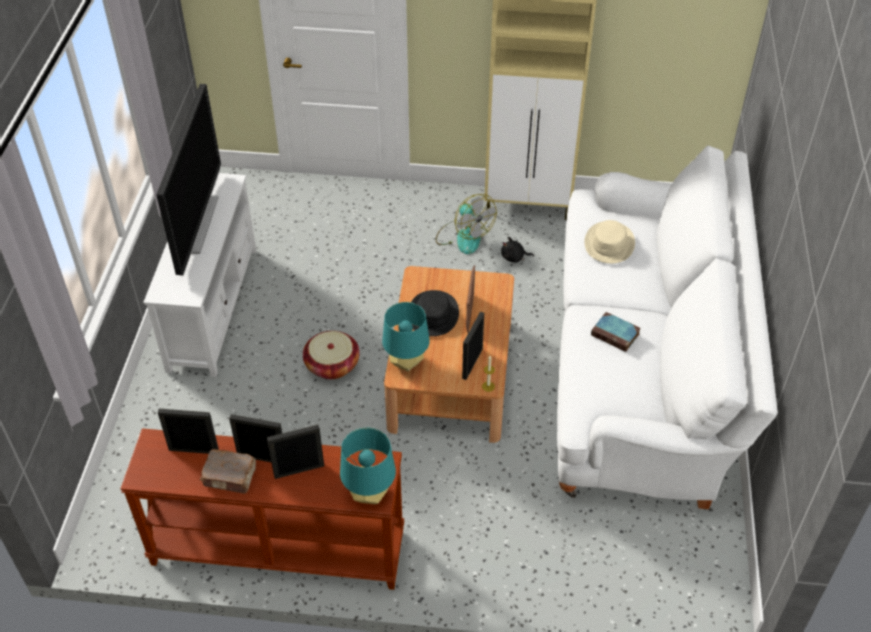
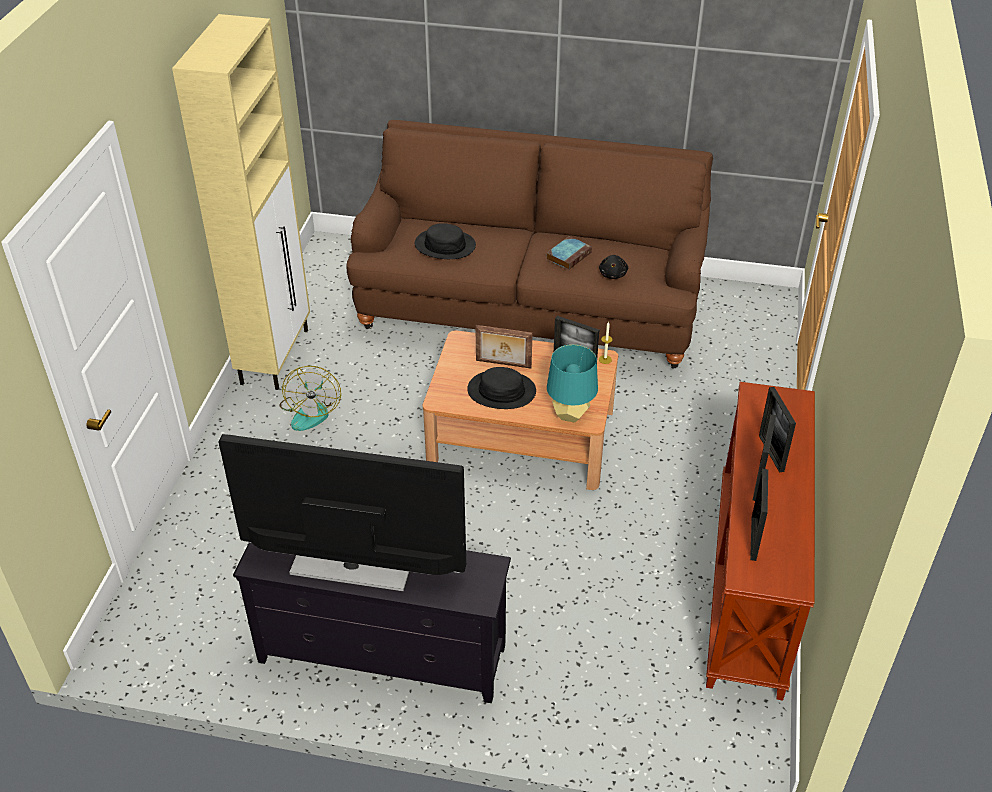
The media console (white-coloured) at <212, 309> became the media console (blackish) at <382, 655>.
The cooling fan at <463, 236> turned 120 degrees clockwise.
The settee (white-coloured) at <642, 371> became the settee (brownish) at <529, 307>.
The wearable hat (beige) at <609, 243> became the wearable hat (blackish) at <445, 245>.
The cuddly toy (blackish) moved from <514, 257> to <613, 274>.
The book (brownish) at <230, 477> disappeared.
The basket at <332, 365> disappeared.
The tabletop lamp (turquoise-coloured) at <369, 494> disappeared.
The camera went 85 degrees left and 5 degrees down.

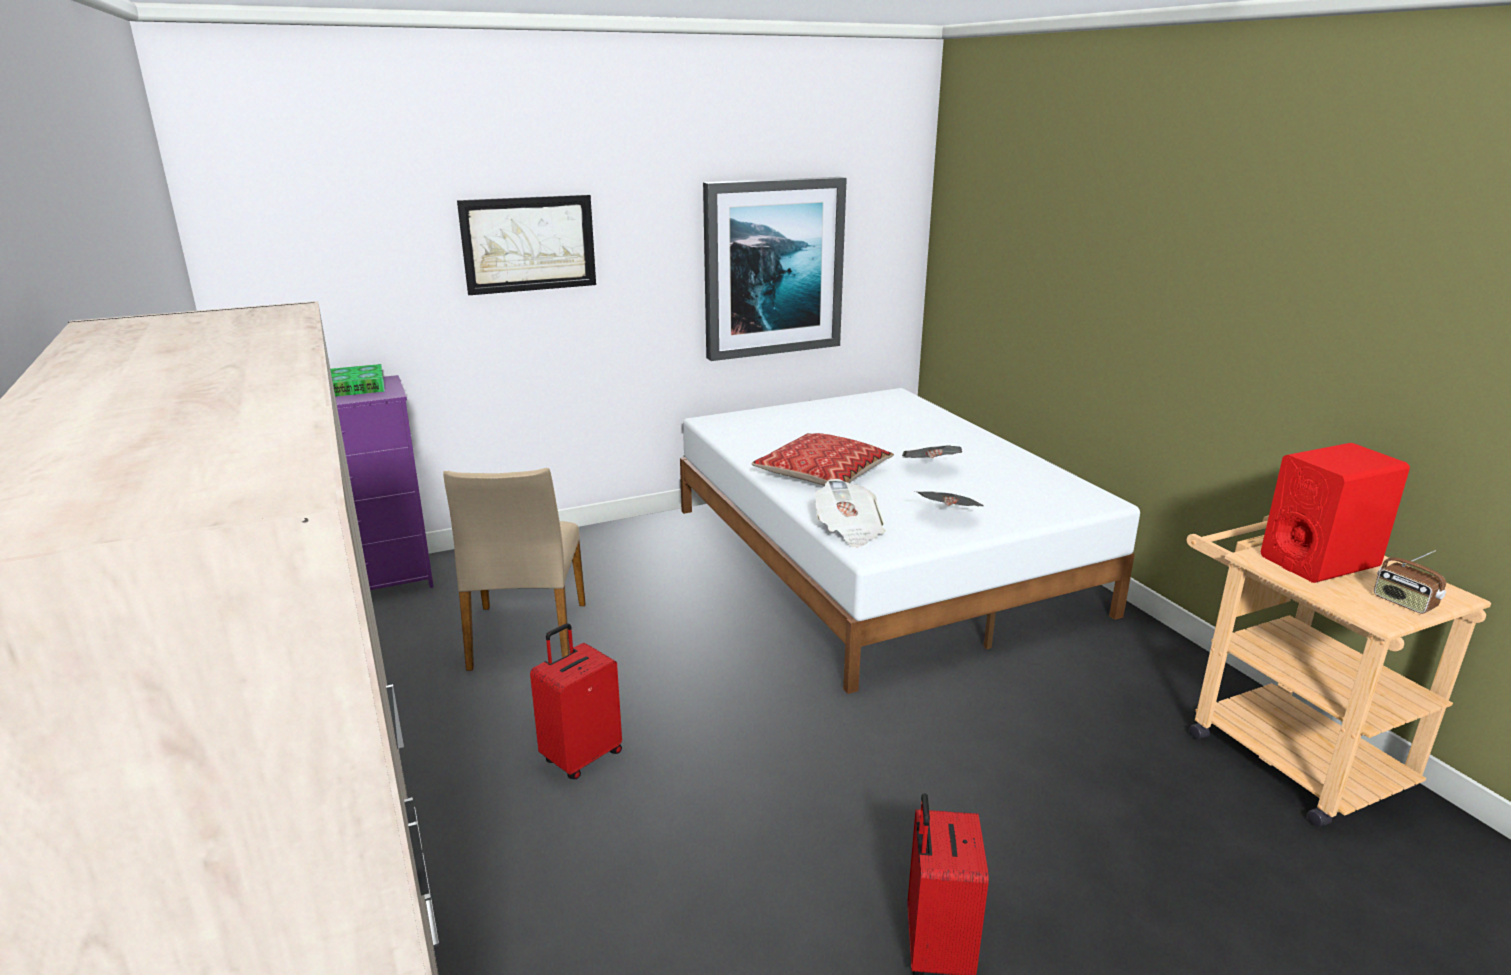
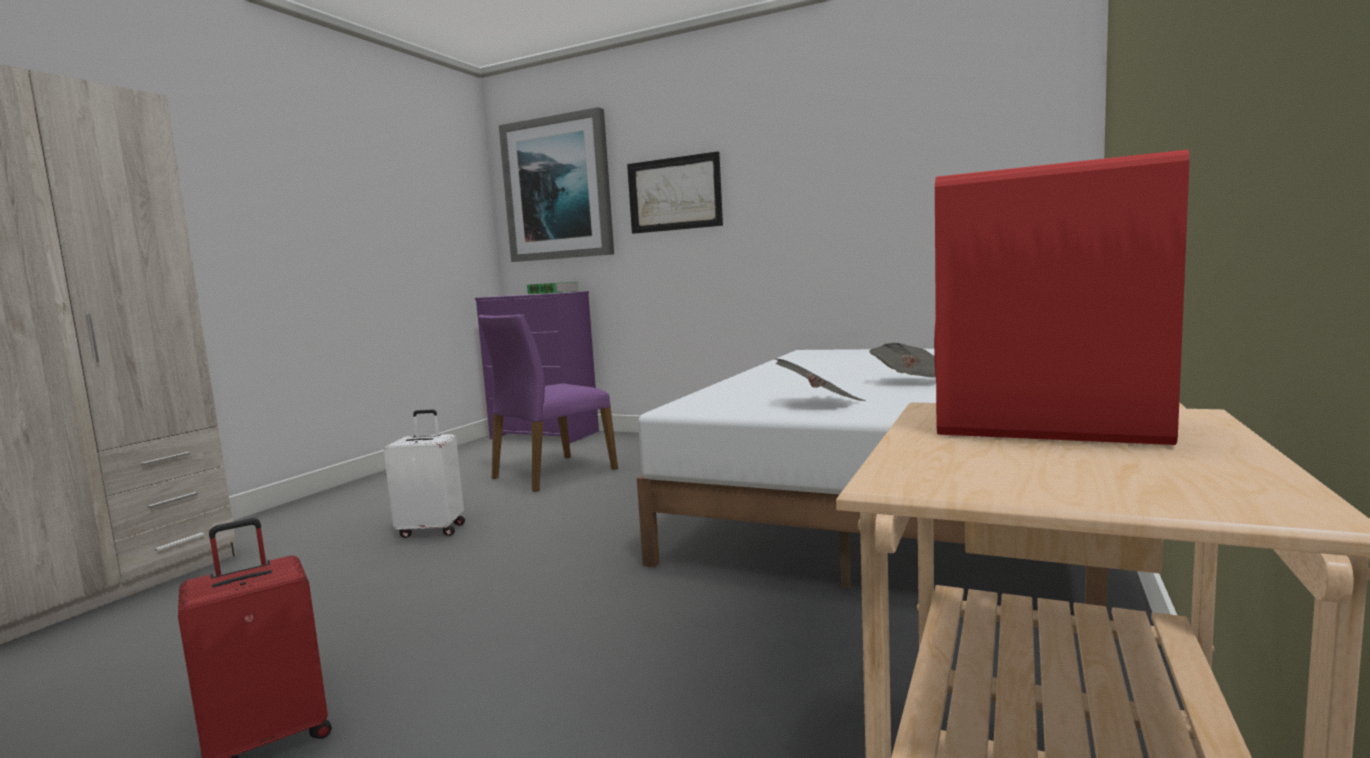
The piece of luggage (red-coloured) at <581, 756> became the piece of luggage (white-coloured) at <432, 530>.
The upright chair (beige) at <526, 636> became the upright chair (purple) at <552, 473>.
The wall picture moved from <772, 267> to <558, 189>.
The throw pillow at <823, 474> disappeared.
The newspaper at <849, 531> disappeared.
The radio at <1403, 603> disappeared.
The camera went 50 degrees right and 15 degrees down.

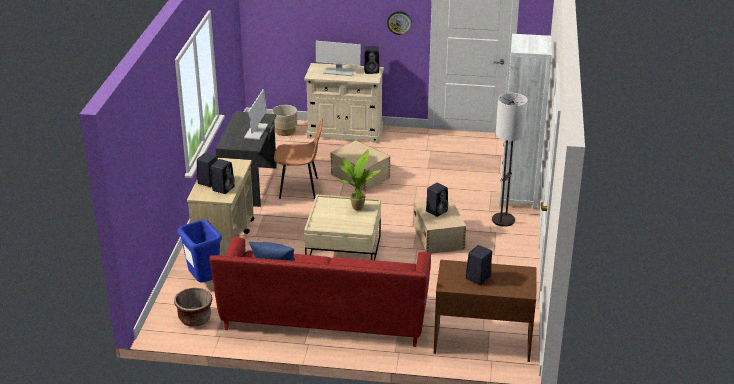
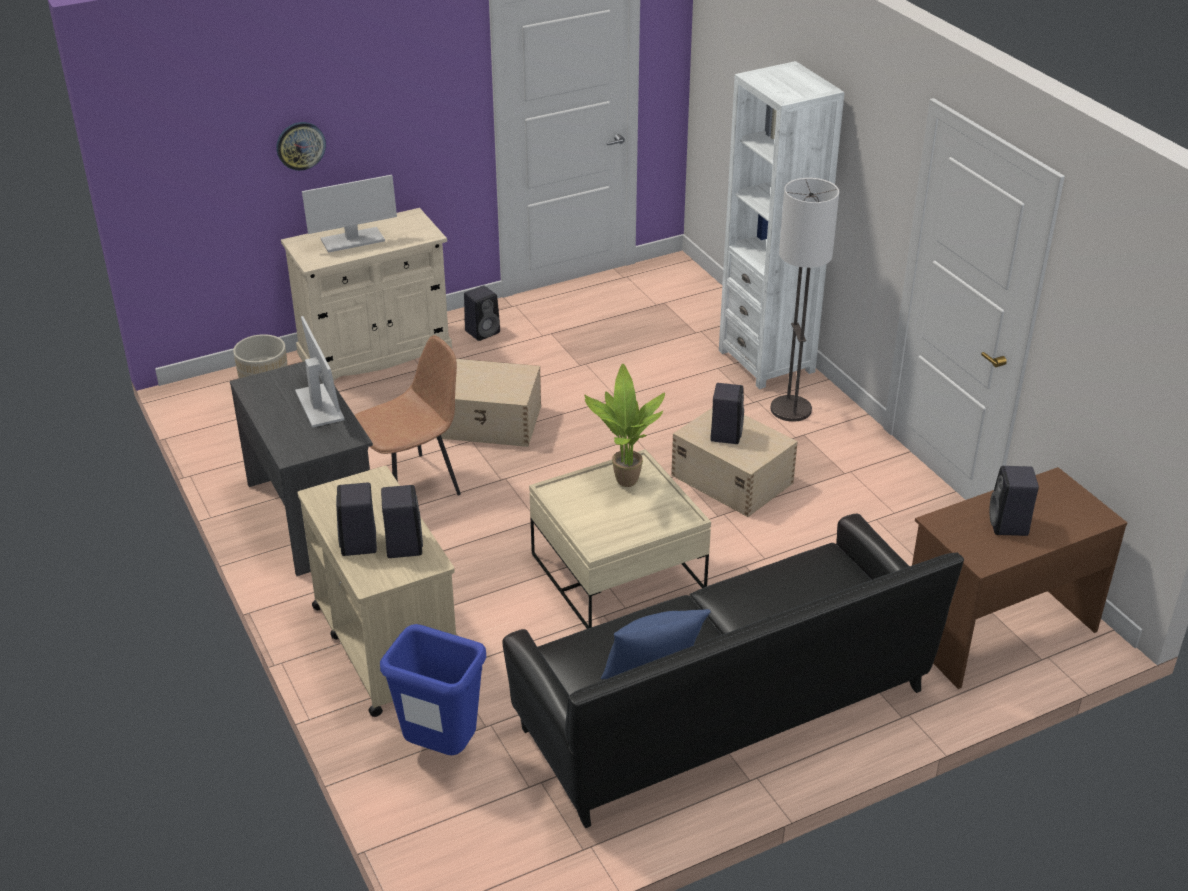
The hanging clock moved from <399, 22> to <300, 145>.
The audio speaker (blackish) moved from <372, 70> to <483, 331>.
The settee (red-coloured) at <325, 317> became the settee (blackish) at <724, 710>.
The flower pot (brownish) at <195, 318> disappeared.
The camera went 35 degrees left and 5 degrees up.

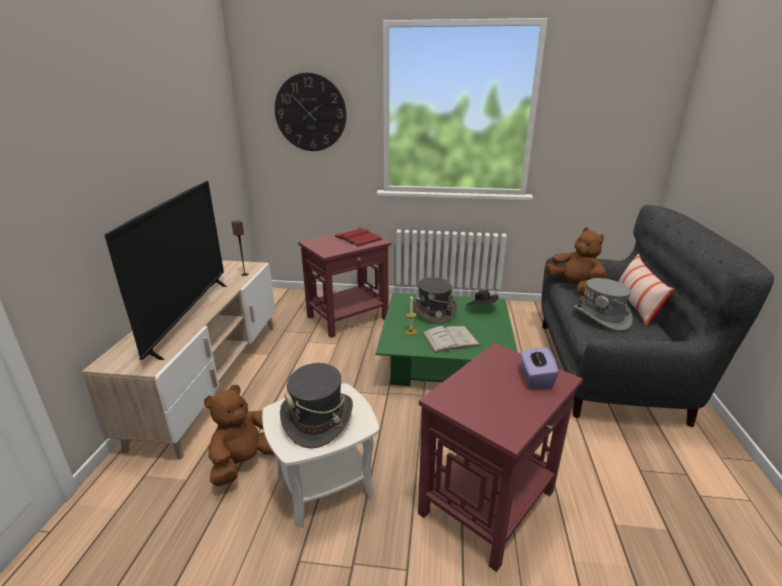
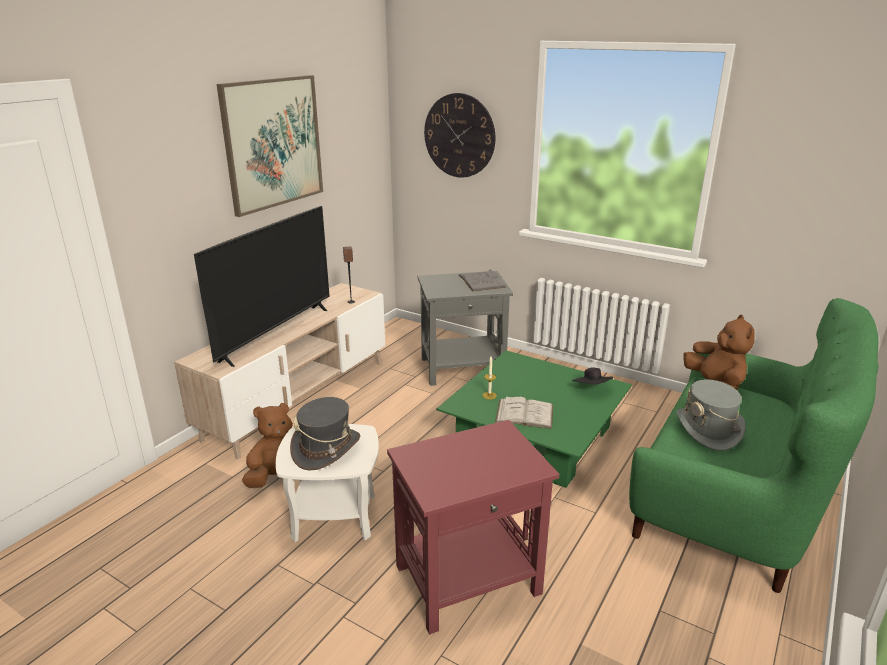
The wall picture at <273, 143> appeared.
The accent table (red-coloured) at <348, 317> became the accent table (grey) at <462, 368>.
The book (red-coloured) at <358, 238> became the book (grey) at <481, 281>.
The settee (grey) at <612, 369> became the settee (green) at <733, 502>.
The wearable hat (grey) at <433, 312> disappeared.
The tissue box (purple) at <535, 378> disappeared.
The throw pillow at <636, 306> disappeared.
The camera went 25 degrees right and 0 degrees up.

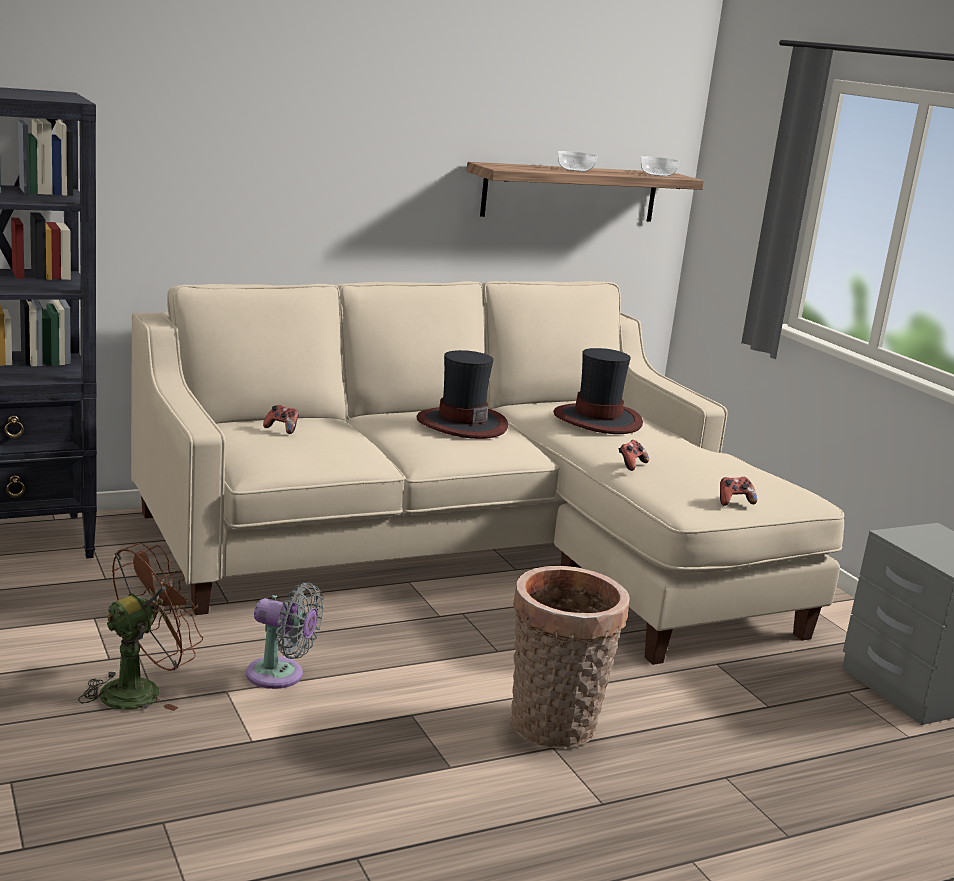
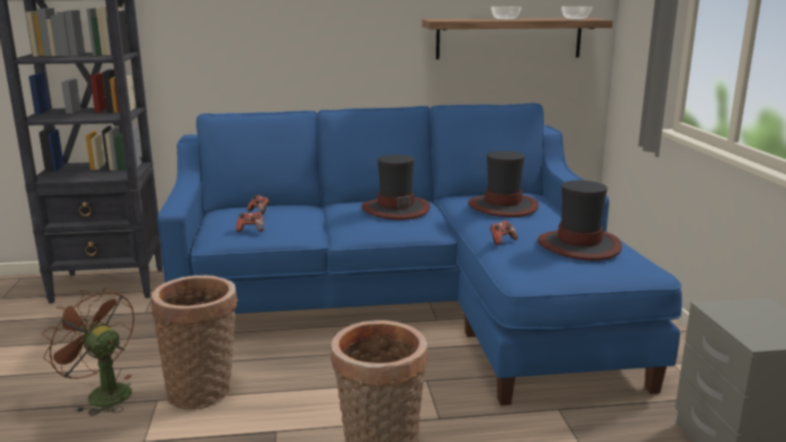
The cooling fan (brownish) at <141, 690> turned 120 degrees counterclockwise.
The cooling fan (grey) at <280, 676> was replaced by the basket at <203, 391>.
The settee (beige) at <474, 552> became the settee (blue-coloured) at <413, 305>.
The game controller moved from <734, 502> to <251, 230>.
The wearable hat at <579, 246> appeared.
The camera went 20 degrees right and 0 degrees up.

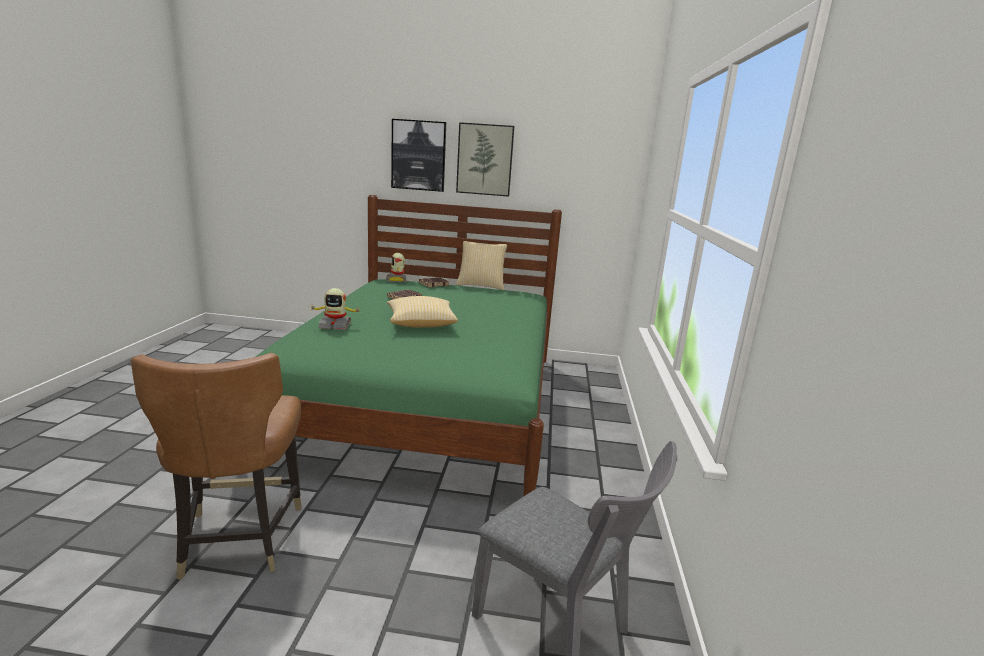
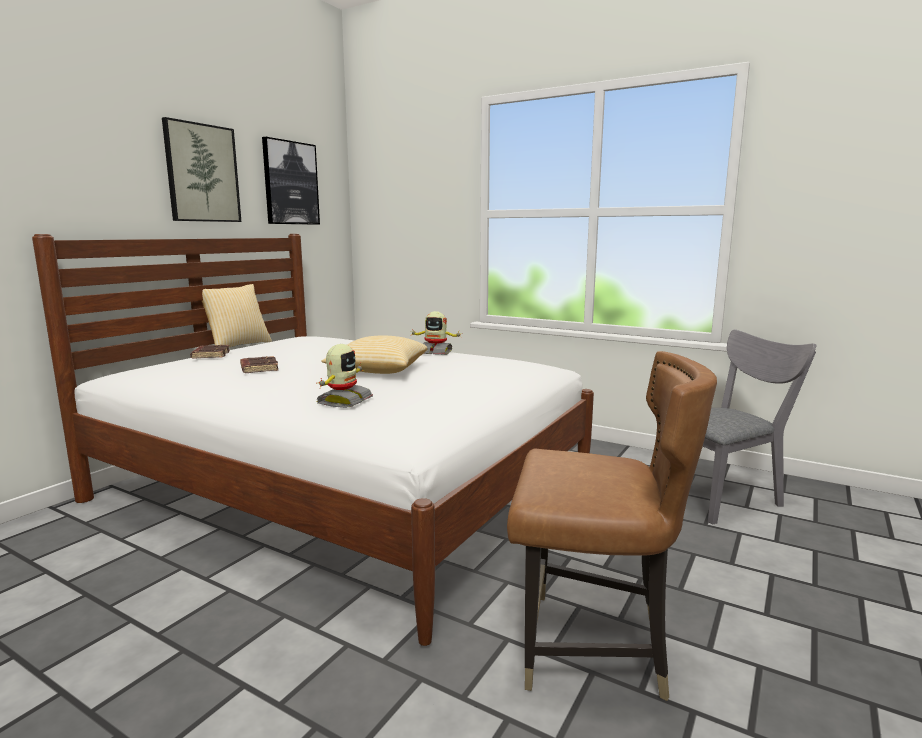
The sleeping bed (green) at <428, 403> became the sleeping bed (white-coloured) at <343, 489>.
The wall picture moved from <418, 155> to <290, 183>.
The robot figure moved from <397, 280> to <435, 352>.
The camera went 65 degrees left and 5 degrees down.

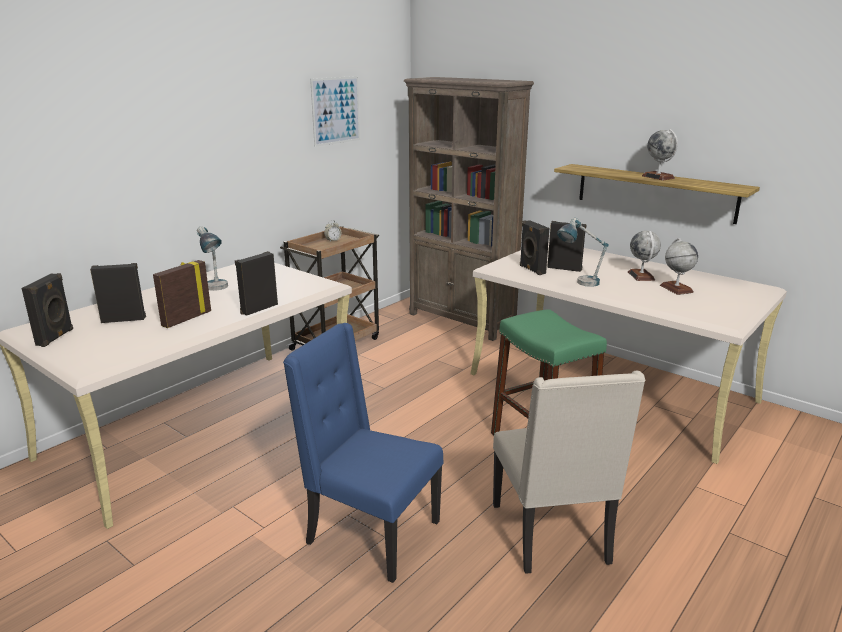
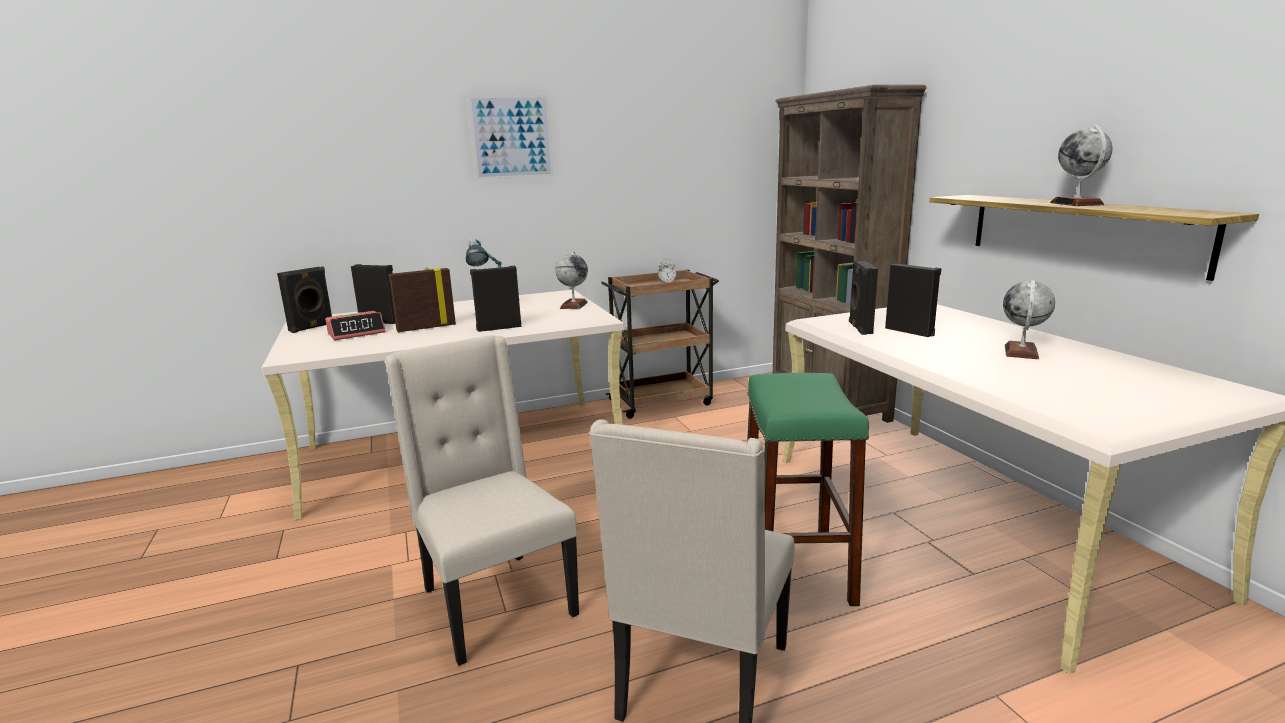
The bedside clock at <357, 333> appeared.
The upright chair (blue-coloured) at <370, 533> became the upright chair (beige) at <494, 602>.
The wall picture moved from <336, 110> to <512, 137>.
The desk globe moved from <676, 289> to <573, 305>.
The tabletop lamp at <579, 283> disappeared.
The camera went 30 degrees right and 5 degrees down.

